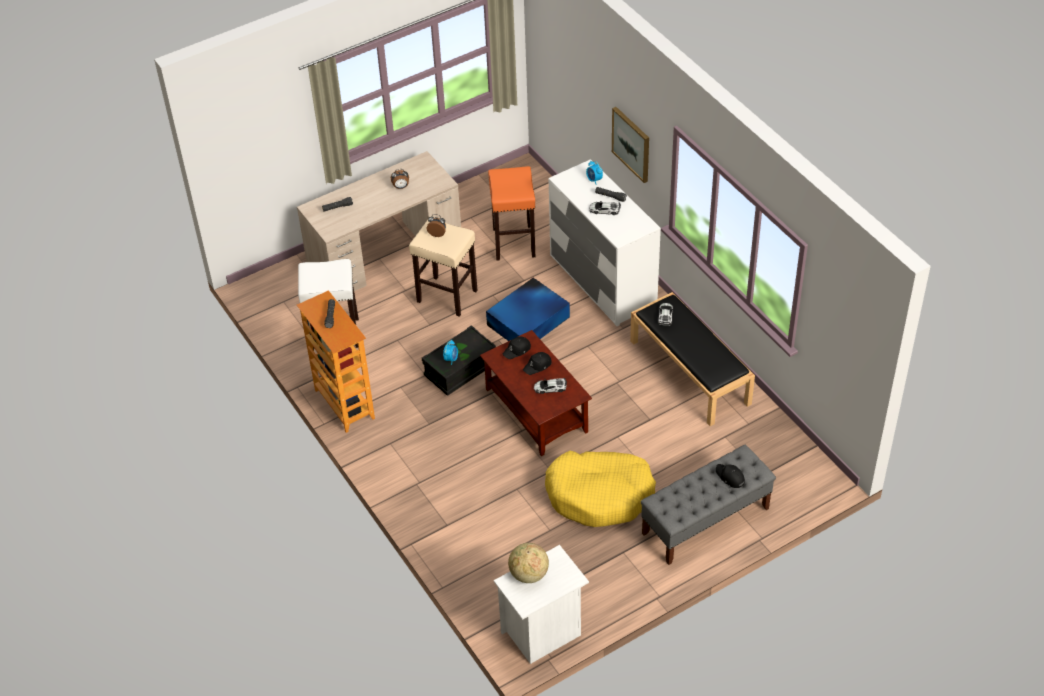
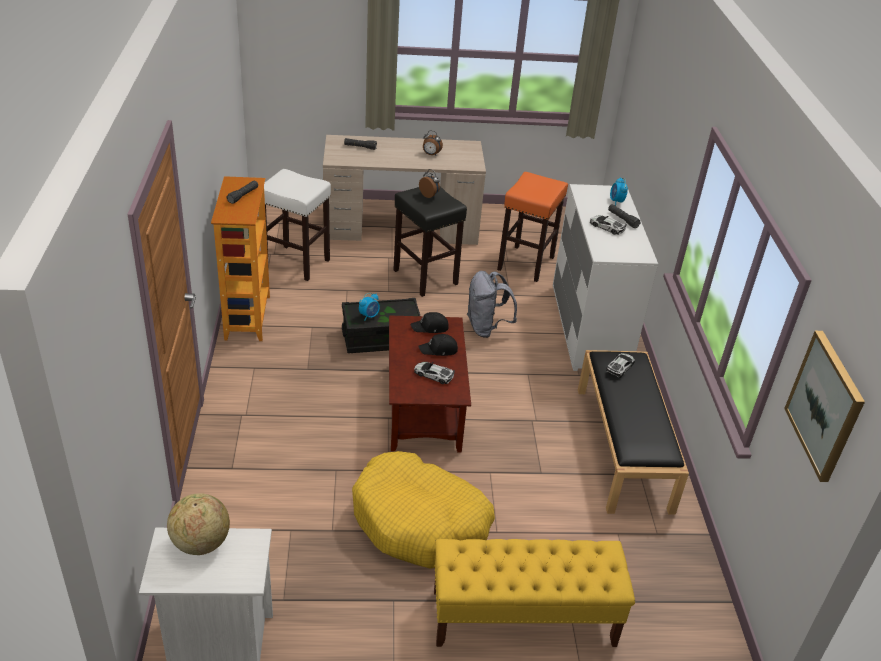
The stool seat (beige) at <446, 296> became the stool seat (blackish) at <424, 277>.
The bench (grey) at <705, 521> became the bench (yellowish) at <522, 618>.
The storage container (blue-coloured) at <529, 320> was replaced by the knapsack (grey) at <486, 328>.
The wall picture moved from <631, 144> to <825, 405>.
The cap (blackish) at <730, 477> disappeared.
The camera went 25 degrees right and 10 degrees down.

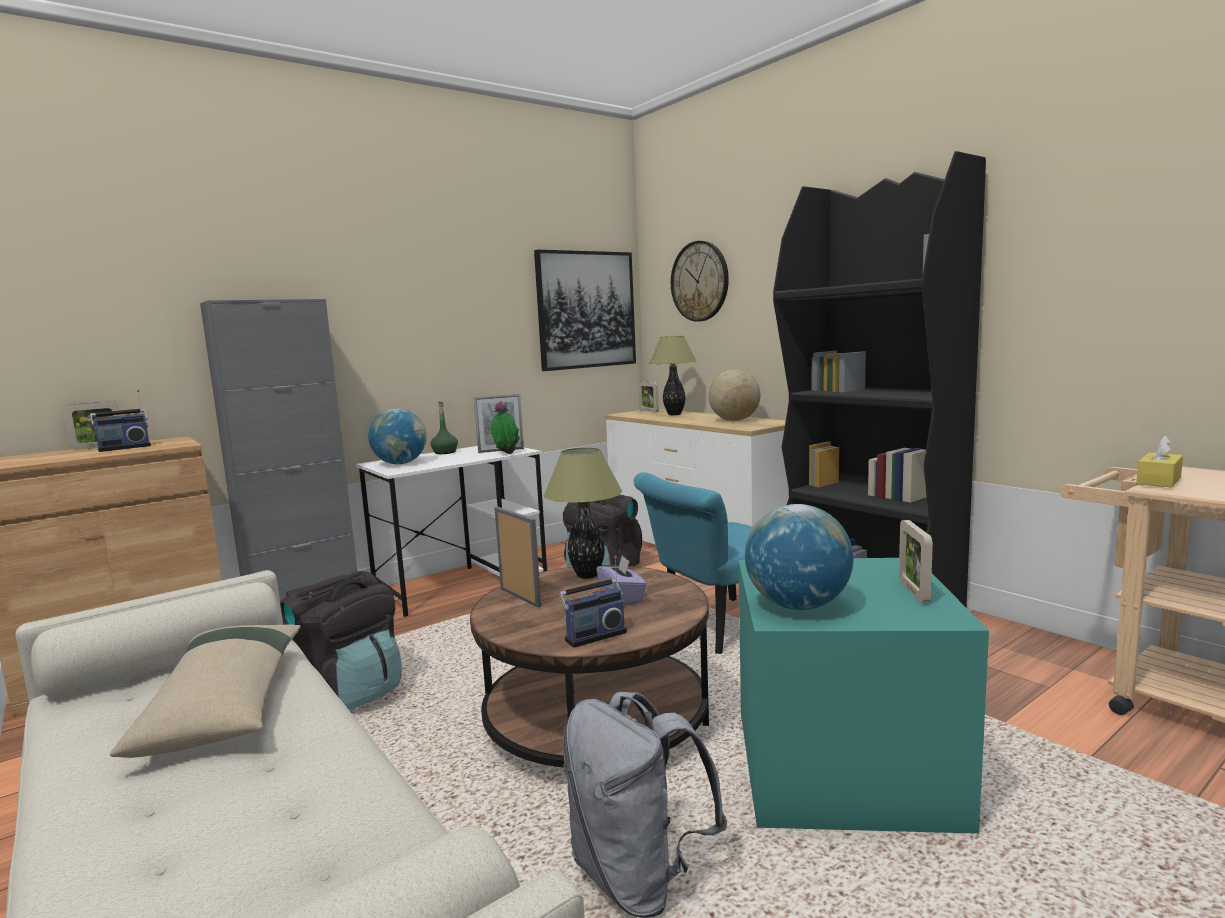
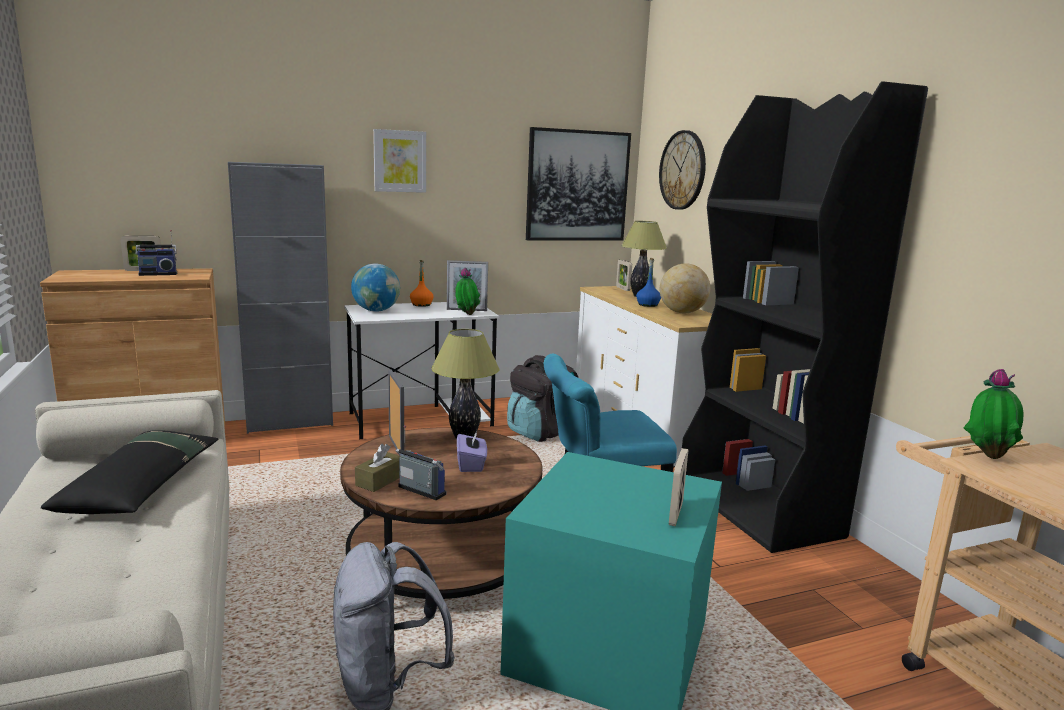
The throw pillow (beige) at <225, 702> became the throw pillow (blackish) at <142, 485>.
The tissue box (brownish) at <380, 480> appeared.
The wall picture at <399, 161> appeared.
The radio at <594, 635> turned 135 degrees counterclockwise.
The beverage bottle (green) at <445, 452> became the beverage bottle (orange) at <421, 304>.
The beverage bottle (blue-coloured) at <648, 305> appeared.
The tissue box (yellowish) at <1158, 481> was replaced by the houseplant at <988, 455>.
The knapsack (blackish) at <347, 693> disappeared.
The desk globe at <797, 606> disappeared.
The camera went 15 degrees right and 5 degrees up.

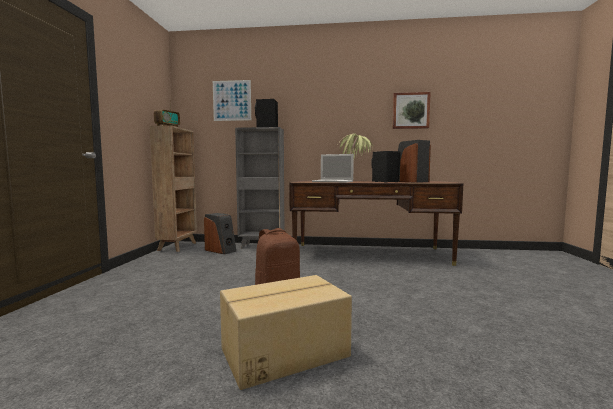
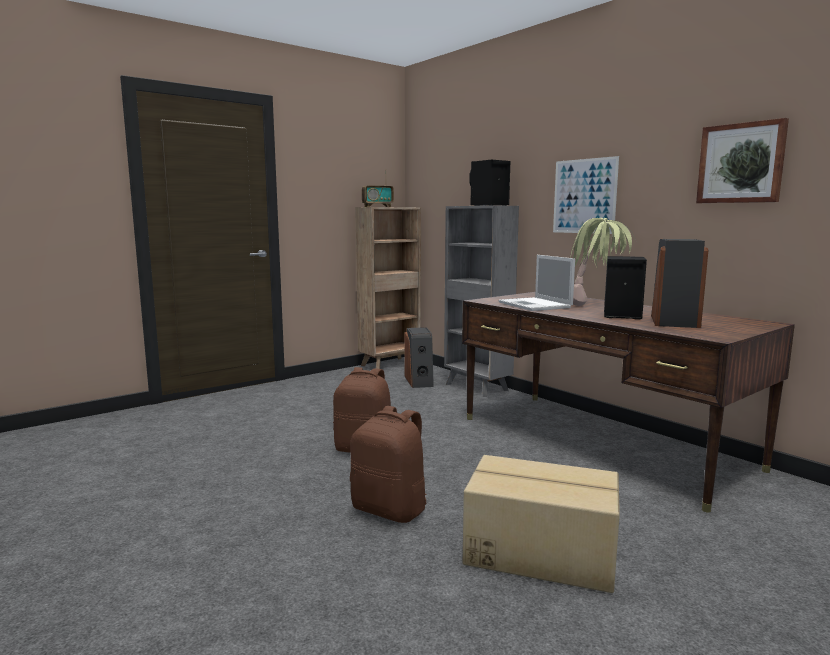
The knapsack (brownish) at <391, 509> appeared.
The packing box moved from <283, 352> to <540, 552>.
The wall picture moved from <232, 100> to <584, 196>.
The camera went 45 degrees right and 5 degrees up.

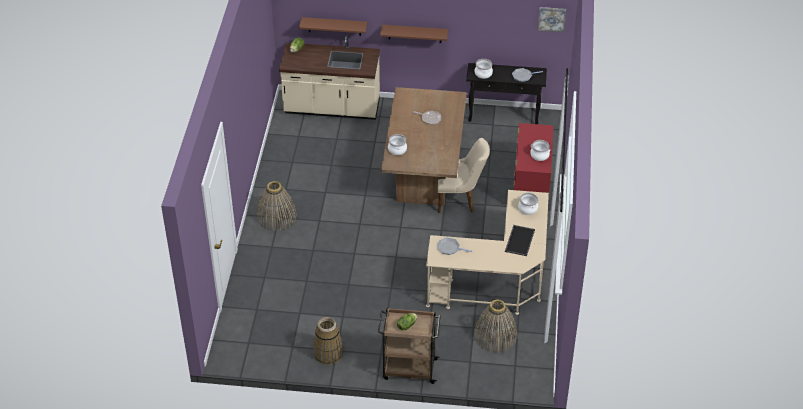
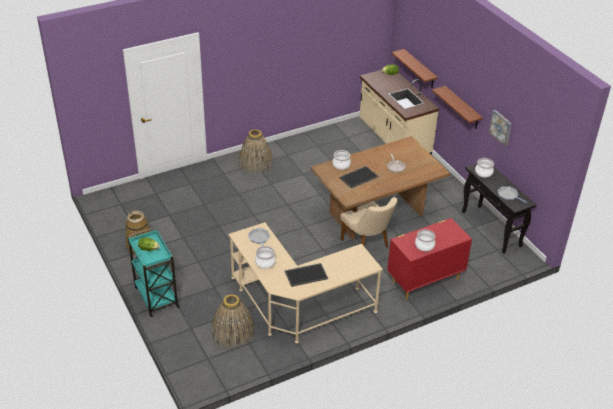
The cart (brownish) at <408, 369> became the cart (turquoise-coloured) at <156, 296>.
The cooking pot moved from <527, 209> to <265, 262>.
The tray at <358, 177> appeared.
The wall picture moved from <551, 18> to <501, 127>.
The camera went 55 degrees right and 5 degrees down.

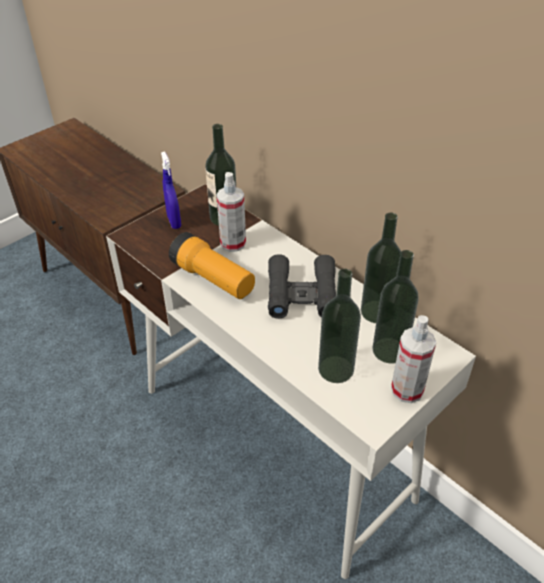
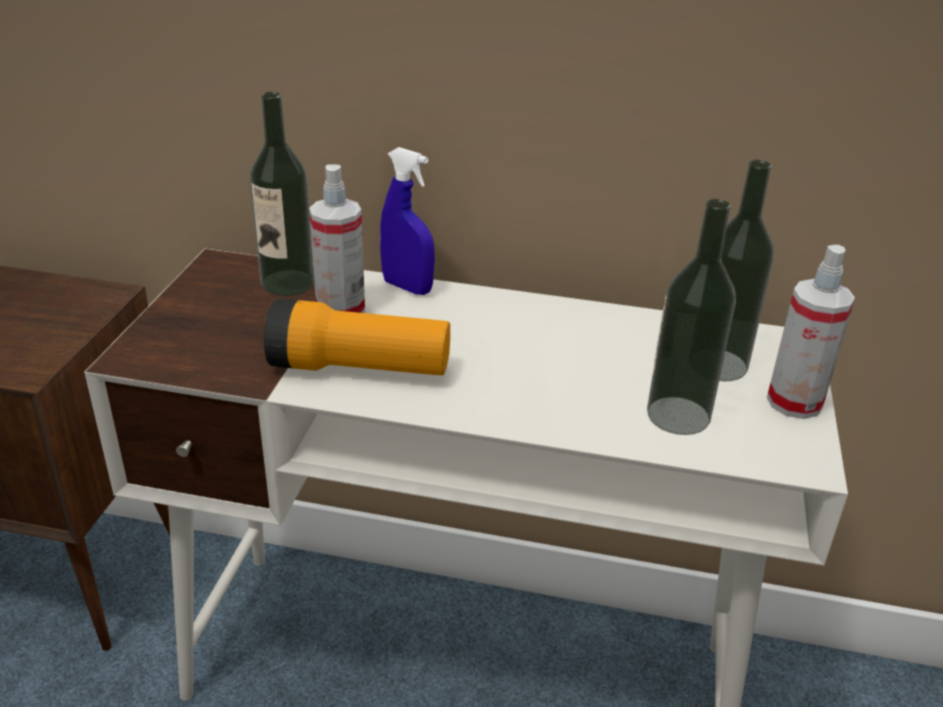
The sprayer (blue-coloured) moved from <174, 221> to <407, 287>.
The pair of binoculars (blackish) at <302, 294> disappeared.
The beverage bottle at <376, 312> disappeared.
The camera went 35 degrees left and 10 degrees down.

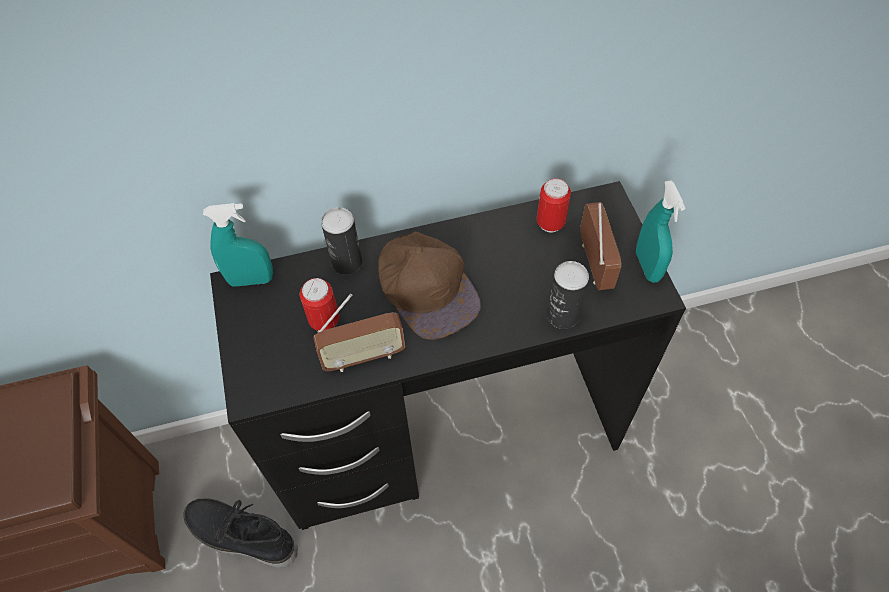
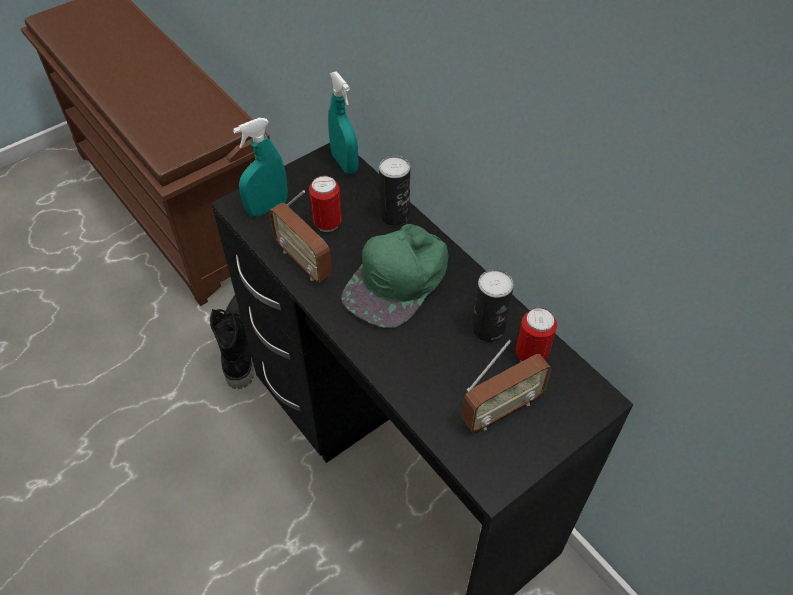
The sprayer (turquoise-coloured) moved from <647, 266> to <267, 208>.
The cap (brownish) at <427, 286> became the cap (green) at <398, 280>.
The can moved from <562, 315> to <488, 329>.
The camera went 65 degrees right and 5 degrees down.

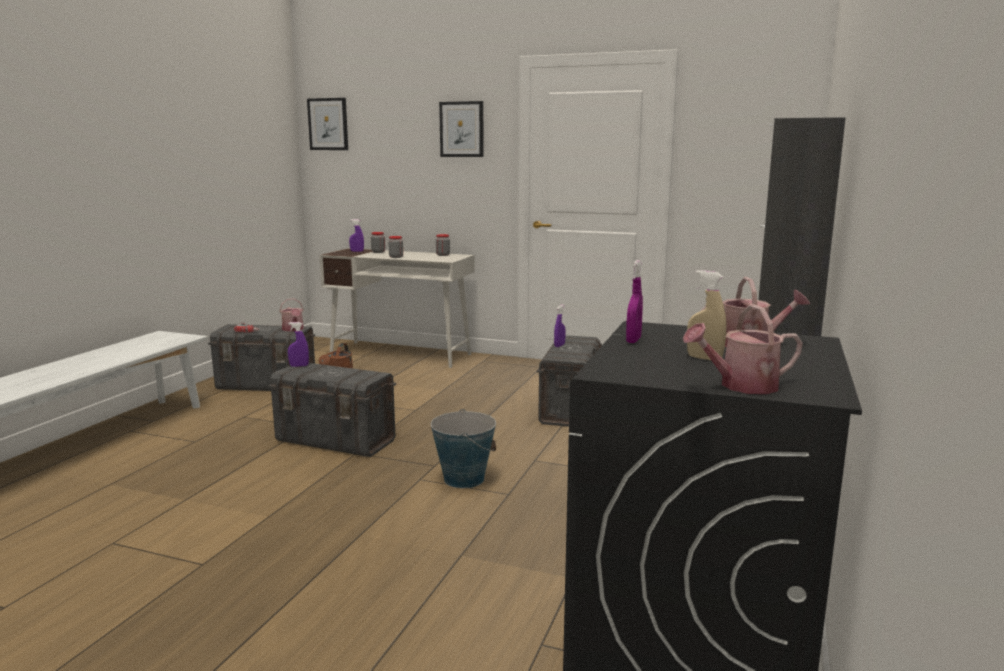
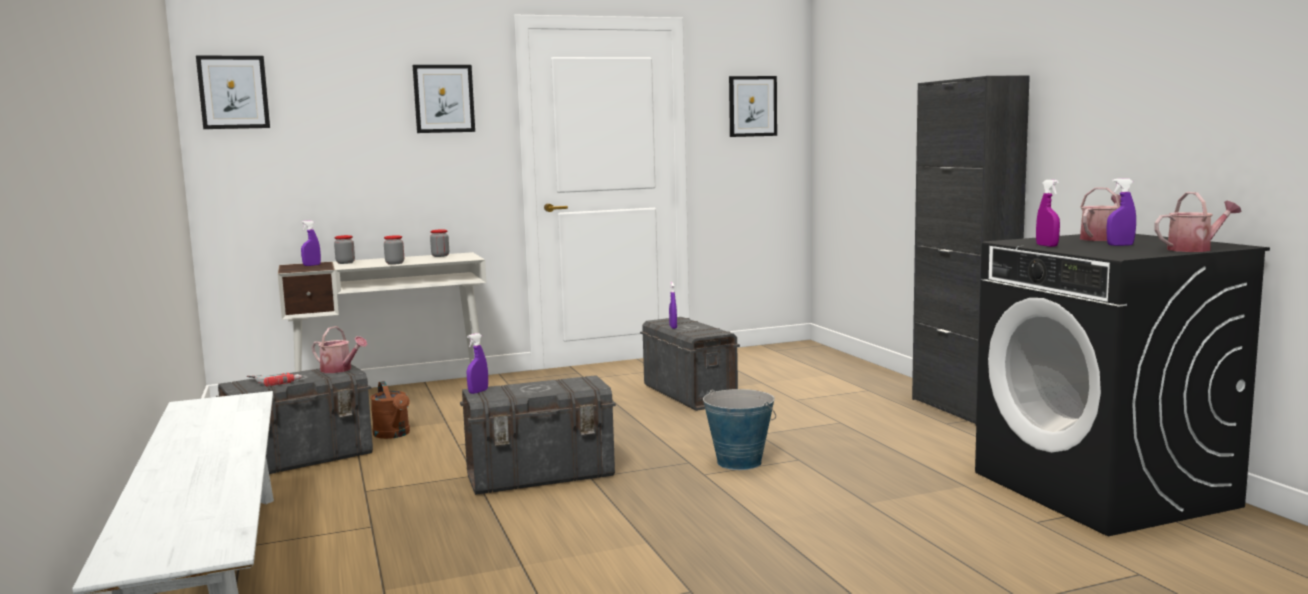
The wall picture at <752, 106> appeared.
The sprayer (beige) at <704, 358> became the sprayer (purple) at <1120, 245>.
The watering pot at <741, 386> turned 135 degrees counterclockwise.
The camera went 40 degrees left and 5 degrees down.

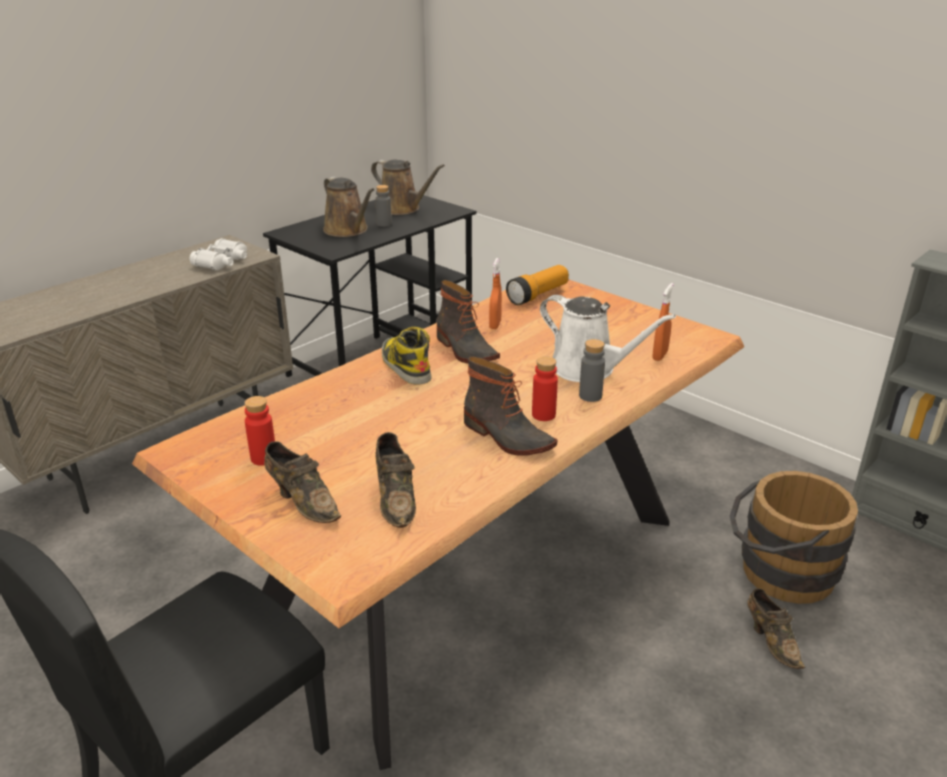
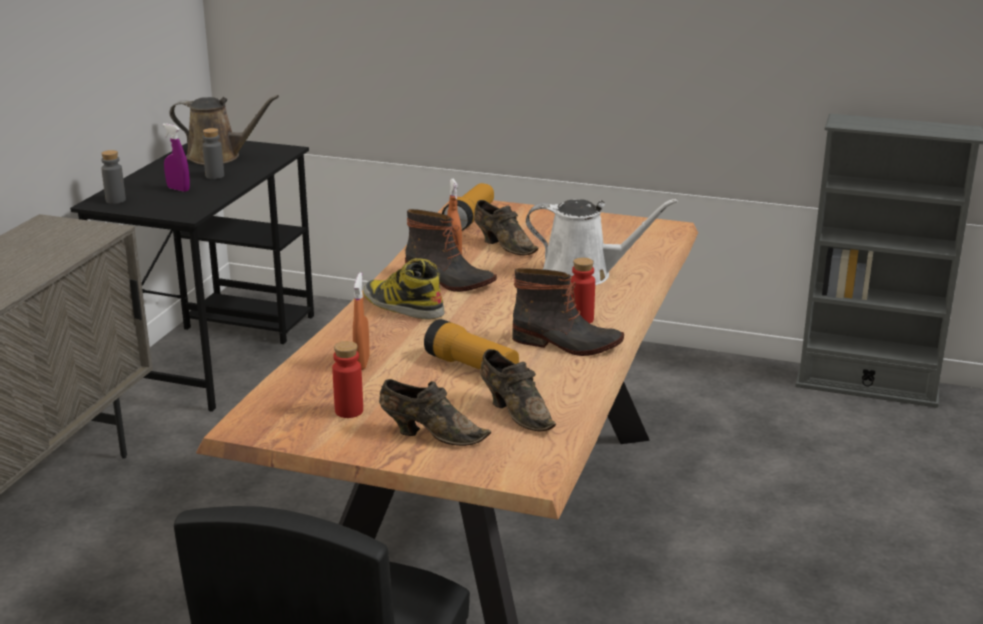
The beverage bottle (grey) moved from <590, 396> to <115, 200>.
The watering pot (brownish) at <348, 230> was replaced by the sprayer (purple) at <178, 189>.
The sprayer (orange) moved from <660, 355> to <362, 363>.
The torch at <472, 367> appeared.
The low shoe (brownish) moved from <771, 640> to <504, 245>.
The pair of binoculars (white-coloured) at <222, 262> disappeared.
The water bucket (brownish) at <778, 572> disappeared.
The camera went 25 degrees left and 5 degrees down.

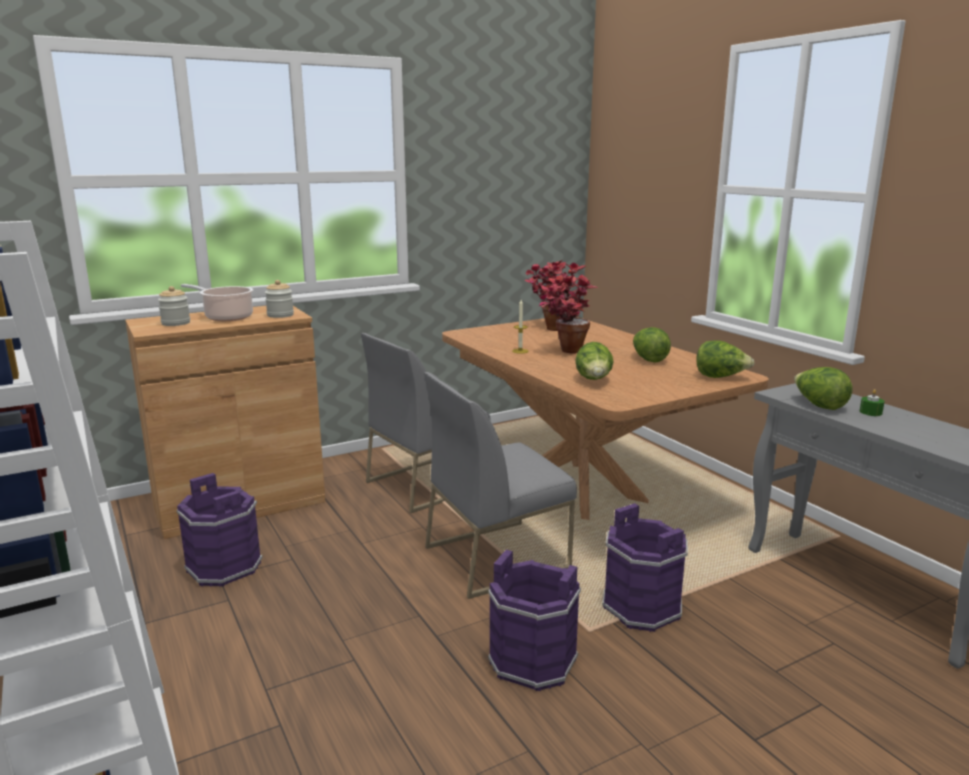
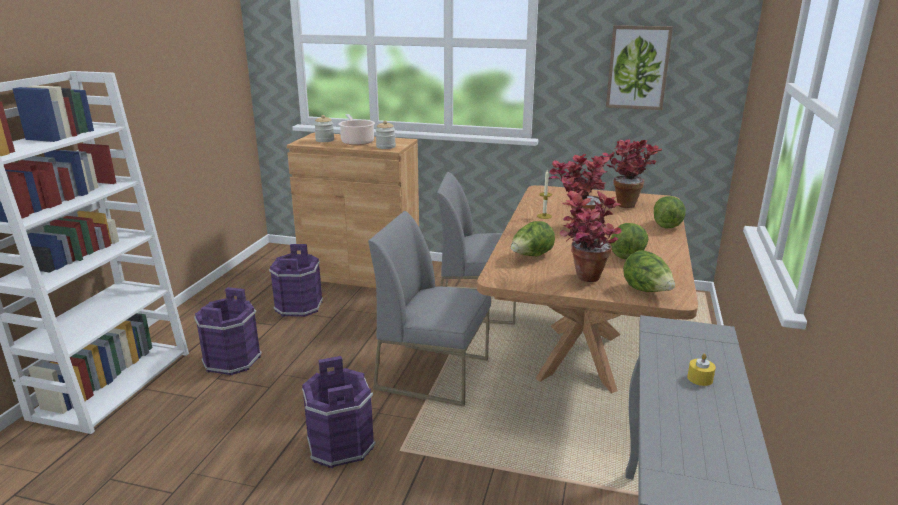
The water bucket (purple) moved from <642, 607> to <232, 360>.
The houseplant at <583, 281> appeared.
The wall picture at <638, 67> appeared.
The lettuce moved from <818, 405> to <667, 225>.
The wax candle (green) at <870, 412> became the wax candle (yellowish) at <700, 378>.
The camera went 45 degrees right and 5 degrees up.

